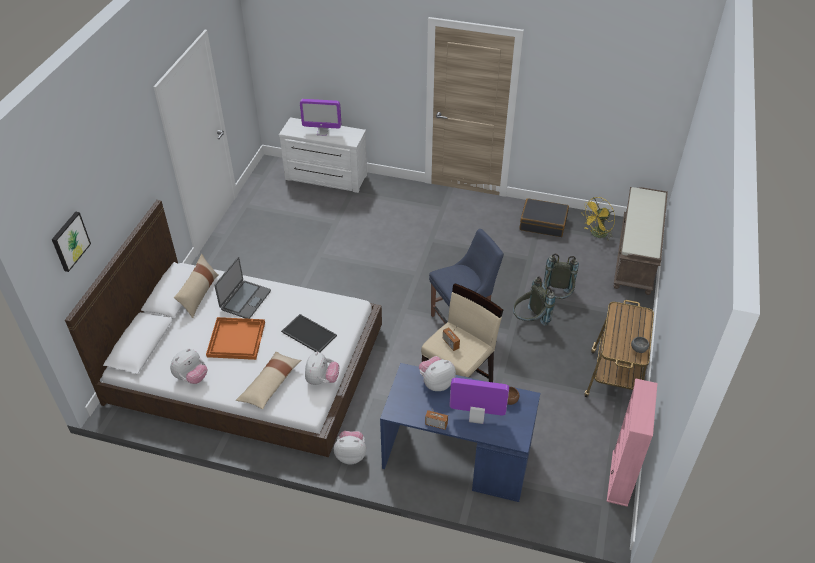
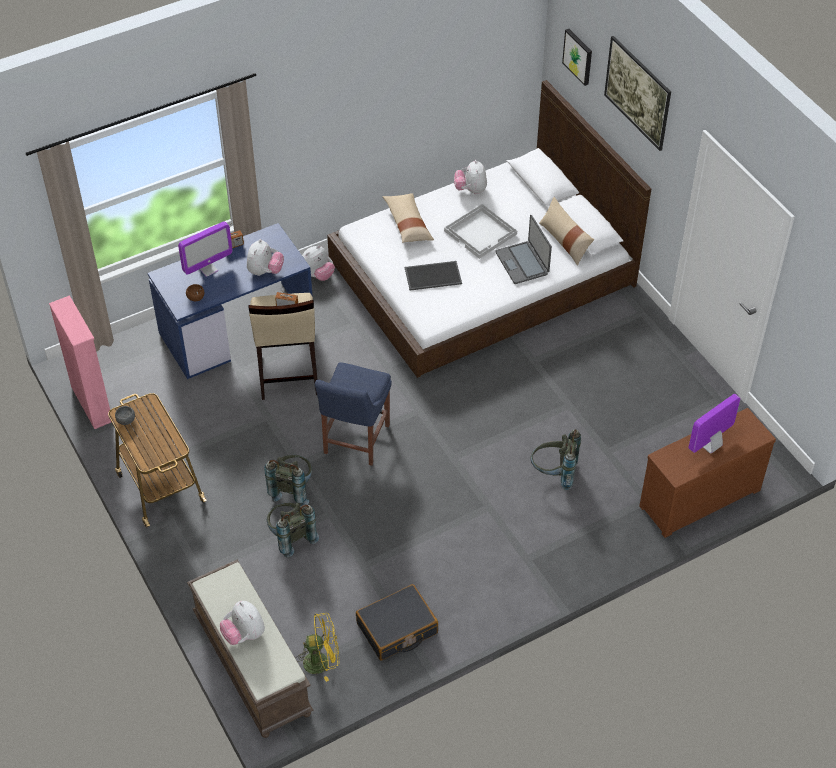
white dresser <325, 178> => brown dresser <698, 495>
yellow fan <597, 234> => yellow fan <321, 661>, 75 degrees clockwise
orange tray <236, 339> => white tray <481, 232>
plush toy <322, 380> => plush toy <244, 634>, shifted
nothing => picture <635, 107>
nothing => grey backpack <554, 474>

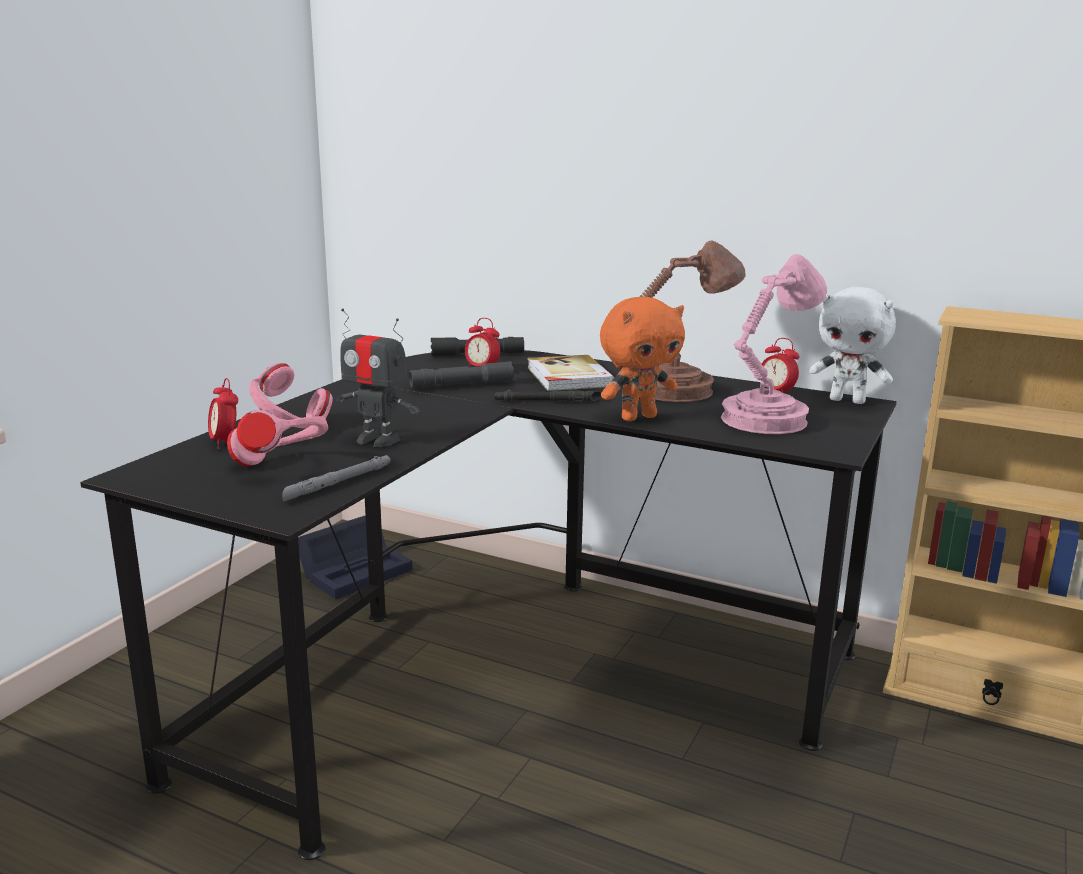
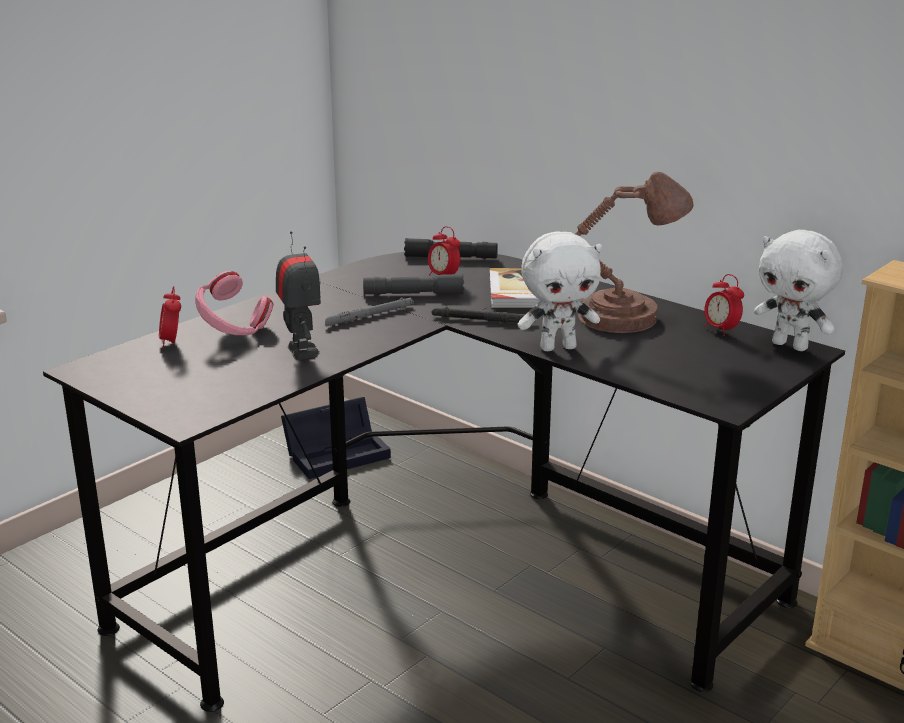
pink table lamp <767, 418> => nothing
orange plush toy <638, 417> => white plush toy <558, 347>
toy robot <377, 440> => toy robot <301, 351>, 150 degrees counterclockwise
pink headphones <282, 466> => nothing
grey flashlight <338, 483> => grey flashlight <369, 316>, shifted

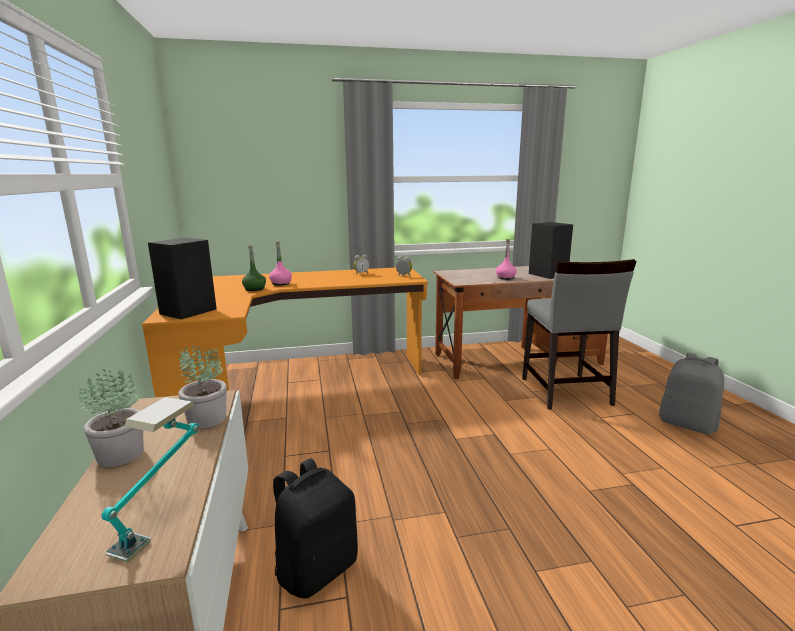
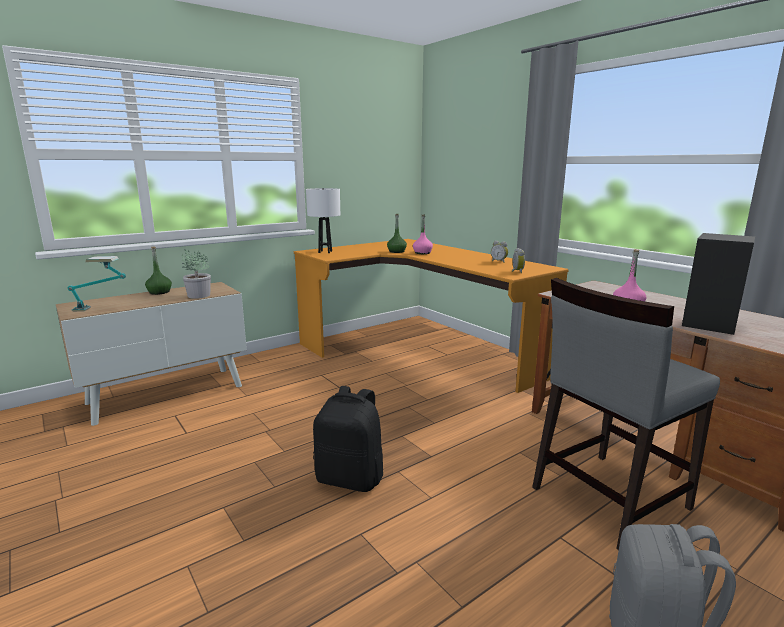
black speaker <189, 311> => white table lamp <325, 252>
potted plant <121, 454> => green bottle <159, 292>
black backpack <316, 568> => black backpack <351, 478>, shifted

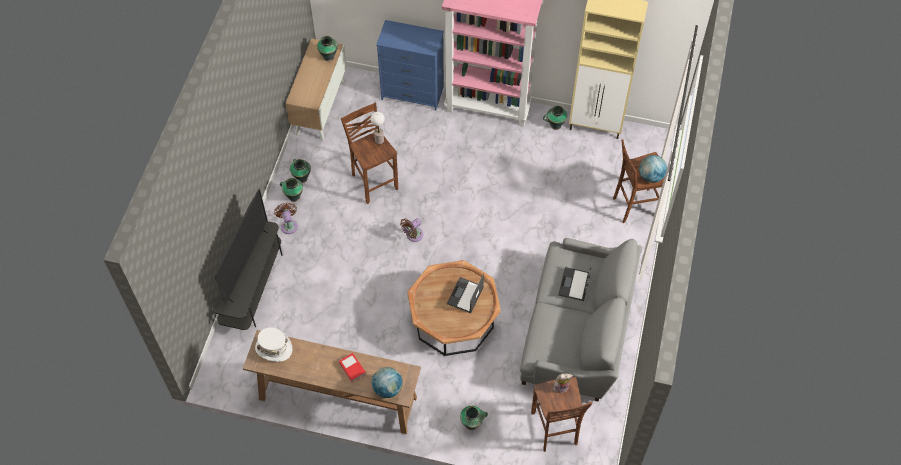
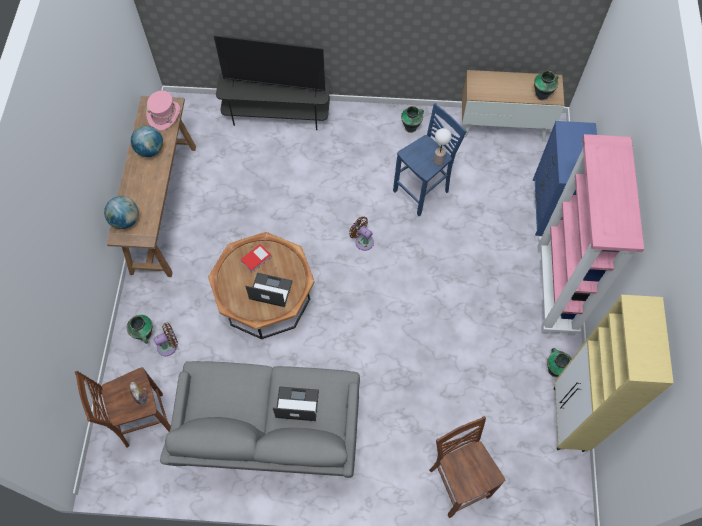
brown stool <373, 181> => blue stool <423, 192>
globe <651, 176> => globe <150, 150>, shifted
vase <293, 196> => nothing
brown fan <289, 225> => brown fan <169, 346>, shifted
white hat <274, 348> => pink hat <164, 115>
book <352, 368> => book <256, 259>, shifted

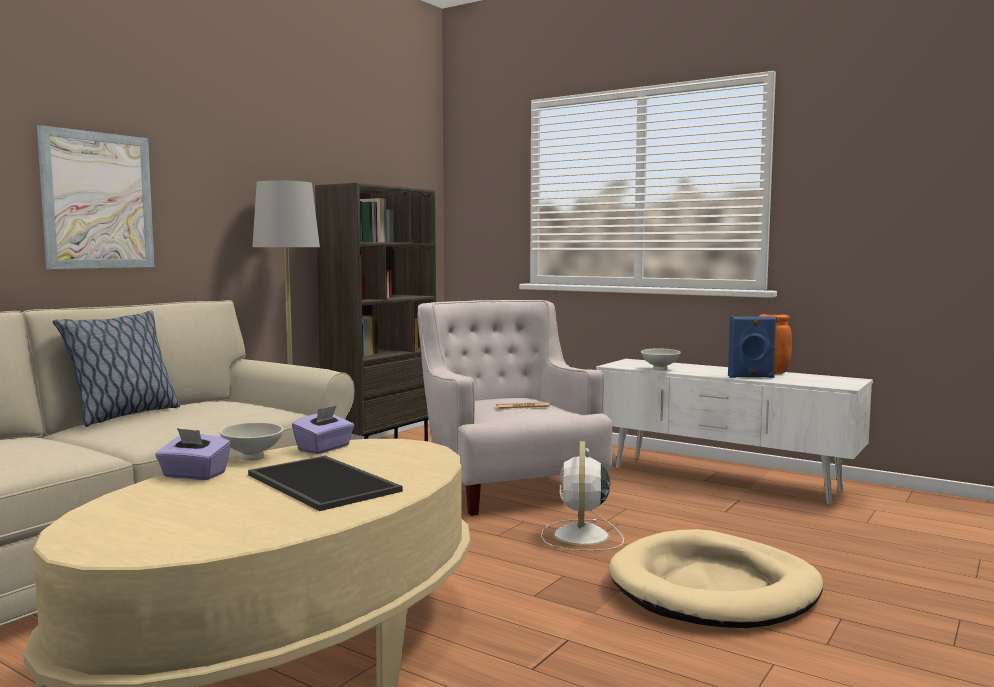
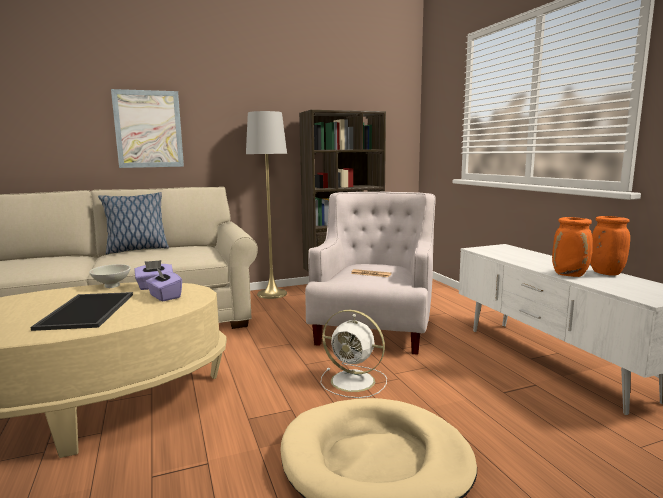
blue speaker <751, 377> => orange vase <570, 275>
white bowl <661, 369> => nothing
purple tissue box <194, 475> => purple tissue box <164, 296>, shifted
white fan <581, 536> => white fan <354, 381>, 105 degrees counterclockwise

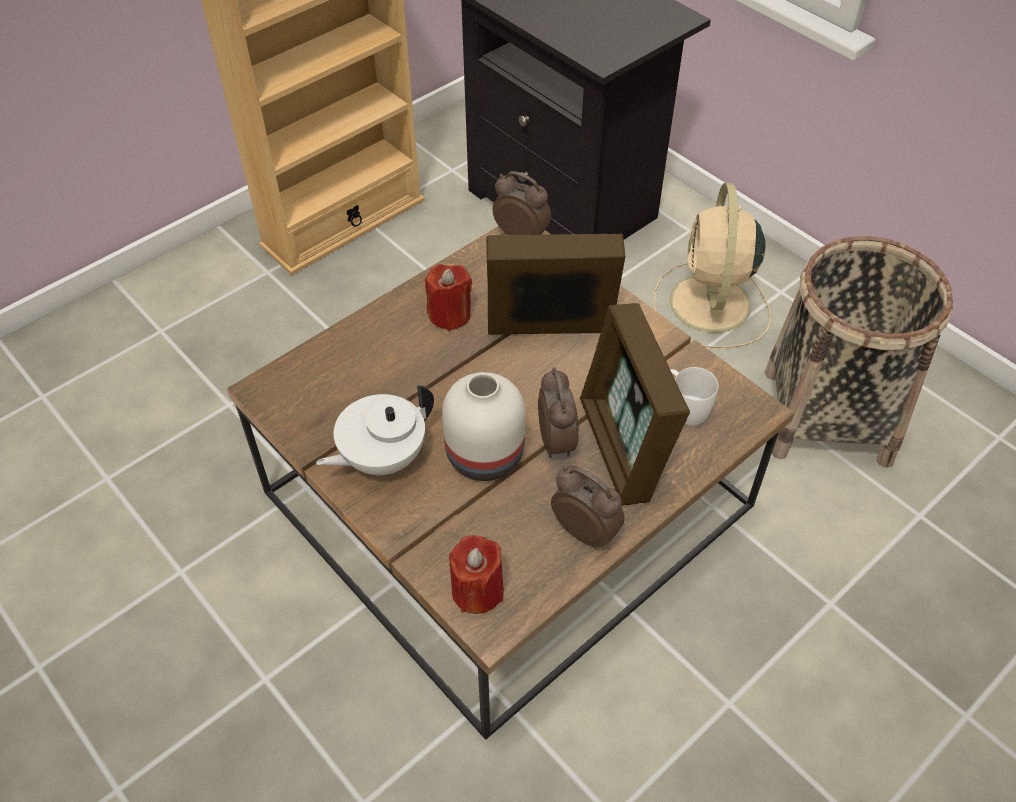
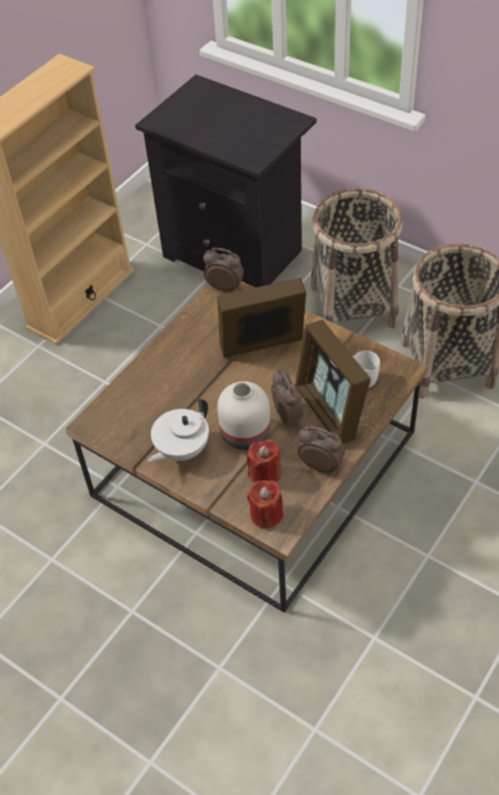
beige fan <710, 306> => basket <353, 306>
red candle <449, 314> => red candle <265, 474>, shifted

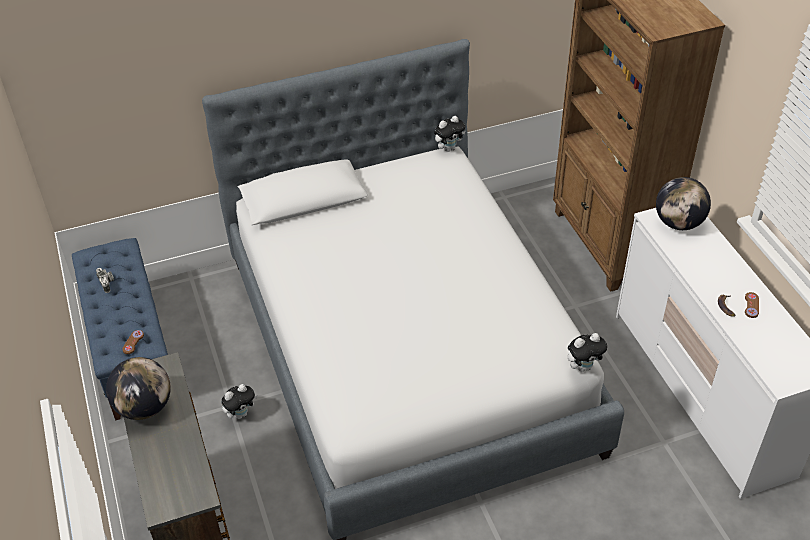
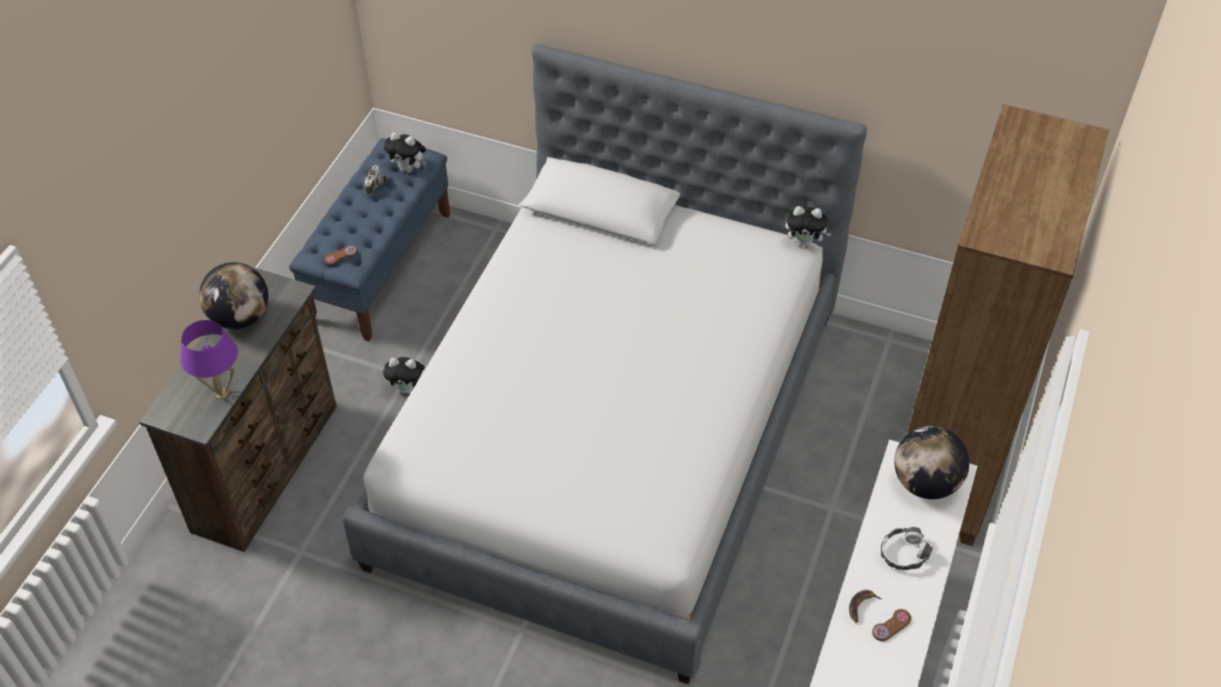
plush toy <583, 366> => plush toy <408, 169>, shifted
nothing => purple table lamp <222, 394>
nothing => headphones <903, 553>

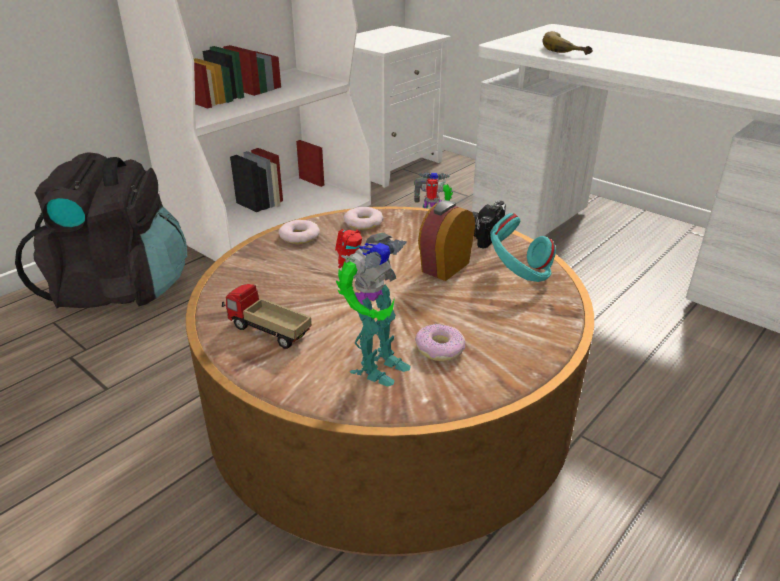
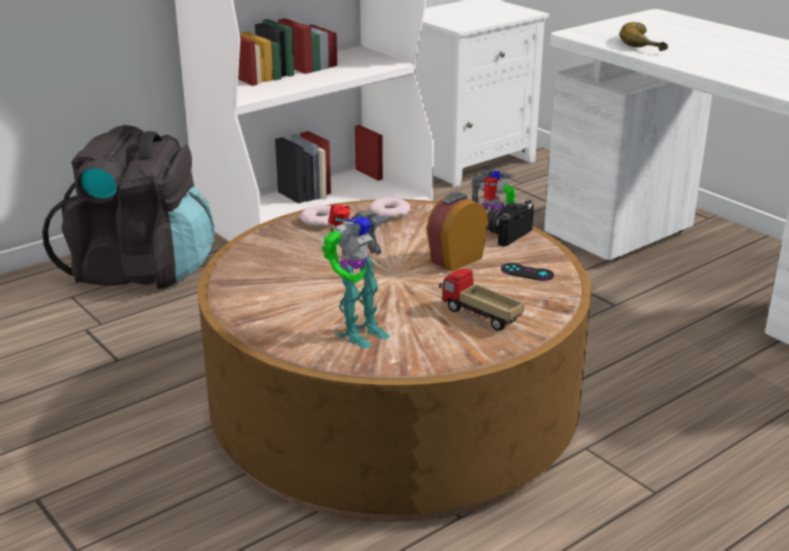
turquoise headphones <518, 275> => black game controller <527, 272>
toy truck <268, 332> => toy truck <479, 316>, shifted
donut <440, 349> => nothing

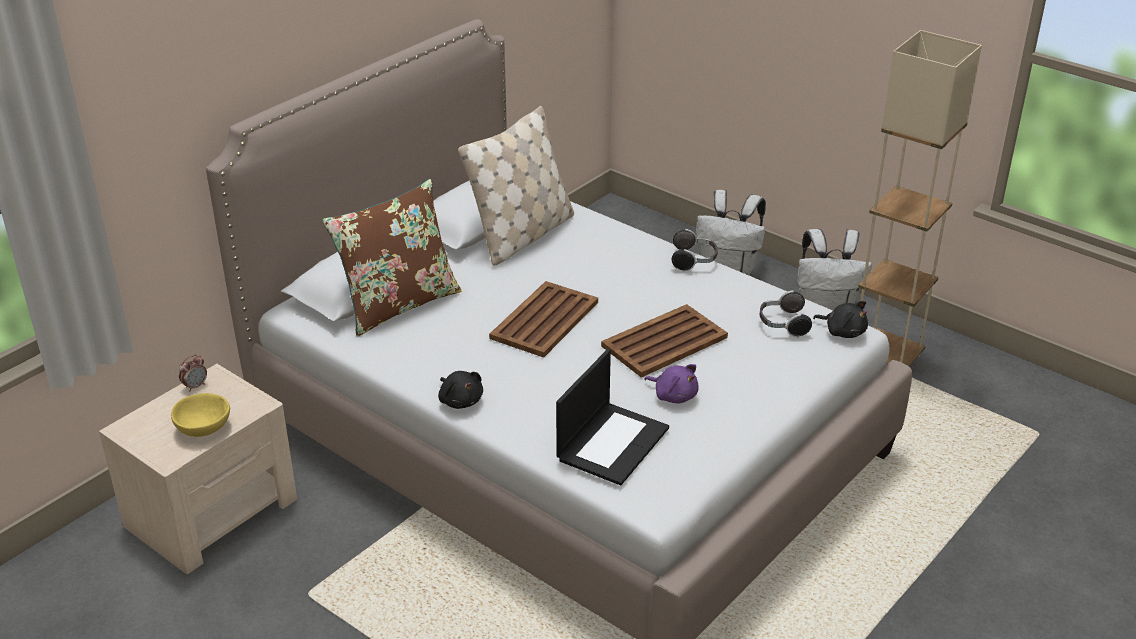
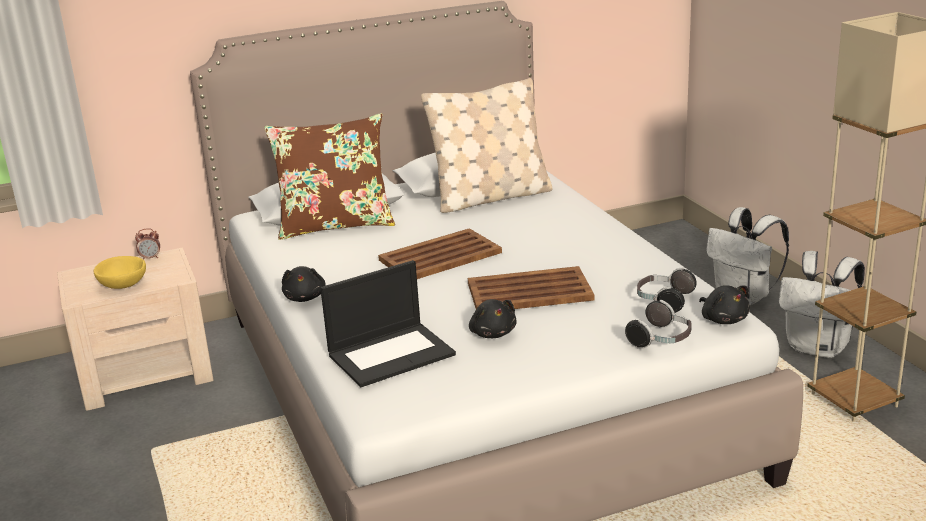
headphones <694, 260> => headphones <661, 340>, shifted
purple plush toy <674, 395> => black plush toy <492, 333>

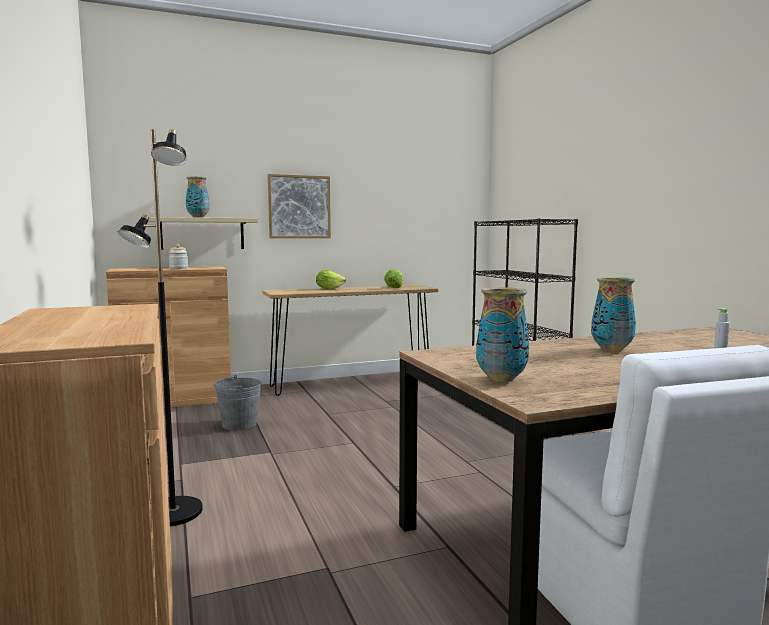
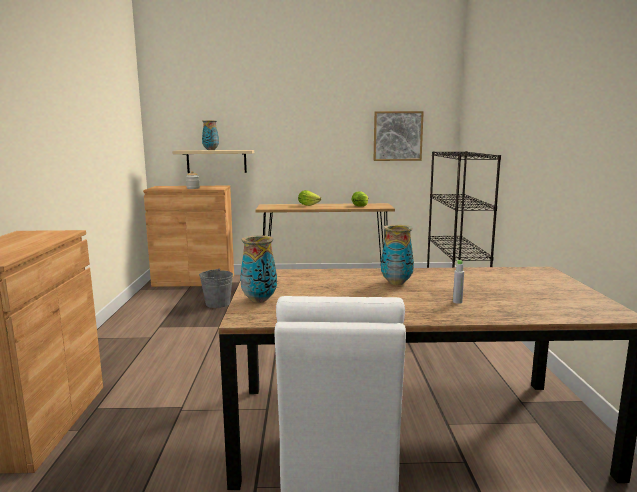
black floor lamp <172, 513> => nothing
picture <299, 207> => picture <397, 136>, shifted

